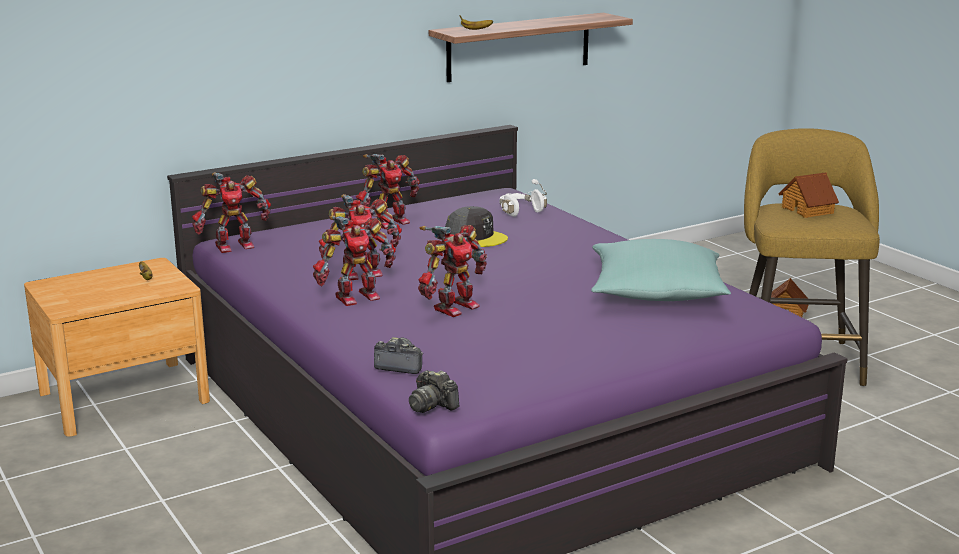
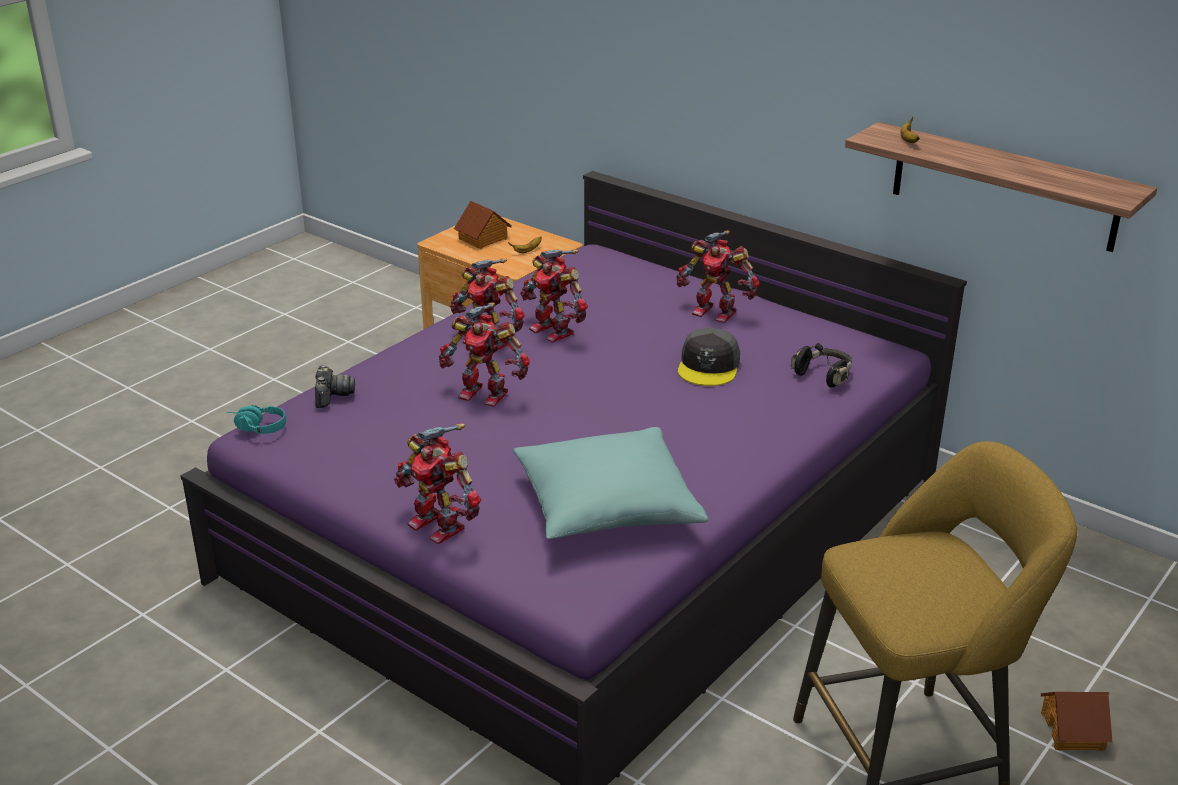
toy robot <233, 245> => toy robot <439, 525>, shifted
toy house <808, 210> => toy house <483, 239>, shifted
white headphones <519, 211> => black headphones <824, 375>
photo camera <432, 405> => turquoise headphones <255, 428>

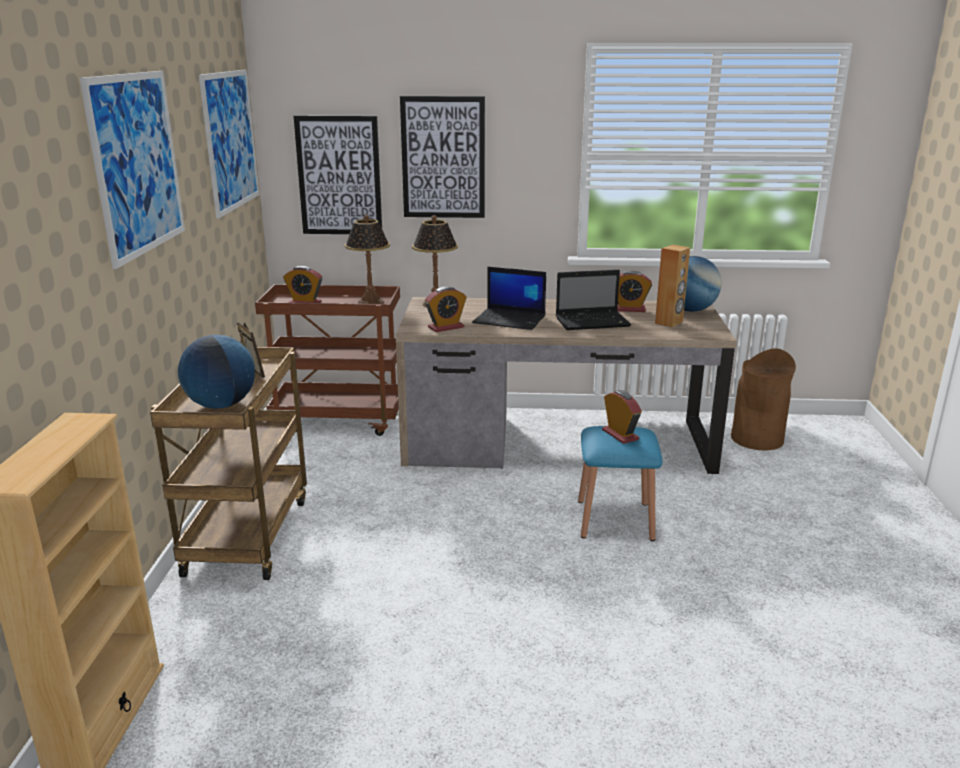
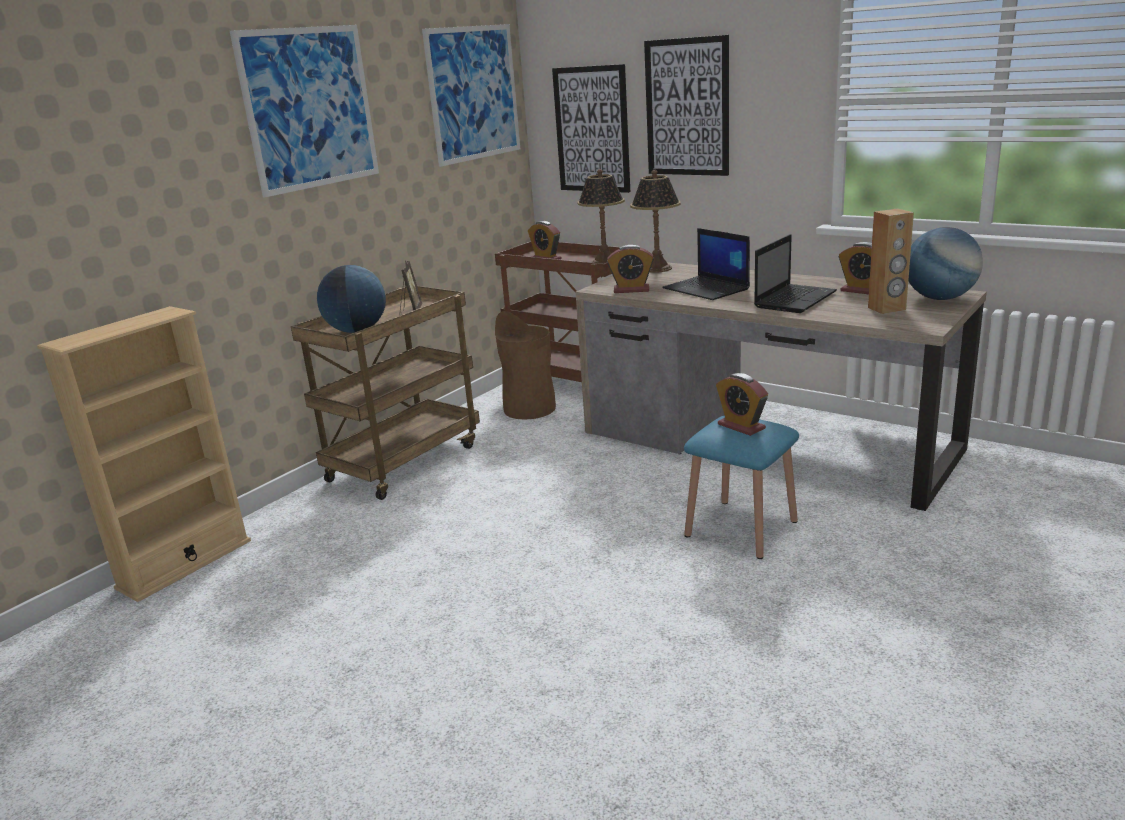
laptop <593, 322> => laptop <795, 299>, 75 degrees counterclockwise
brown trash can <756, 439> => brown trash can <529, 409>, shifted
alarm clock <620, 435> => alarm clock <741, 426>, 135 degrees clockwise

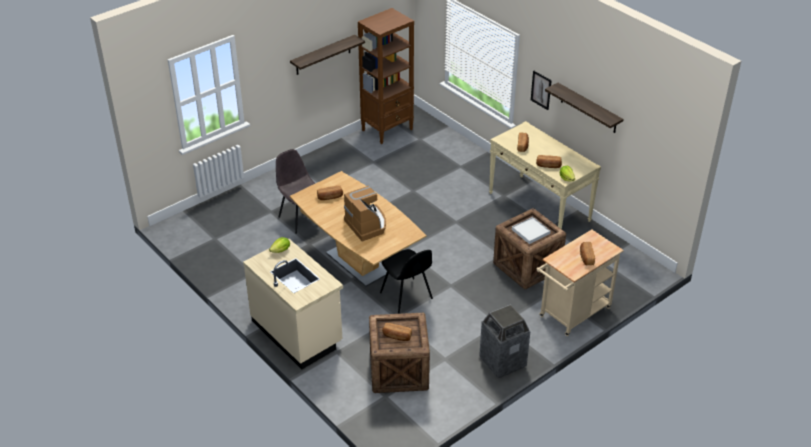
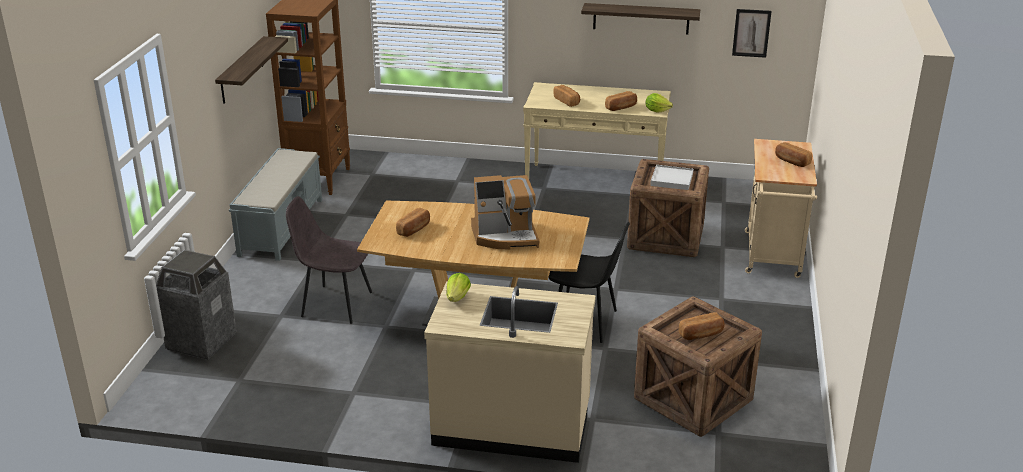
picture <541, 90> => picture <751, 33>, shifted
coffee machine <367, 225> => coffee machine <505, 236>, 150 degrees clockwise
trash can <502, 362> => trash can <201, 342>, shifted
nothing => grey bench <281, 226>

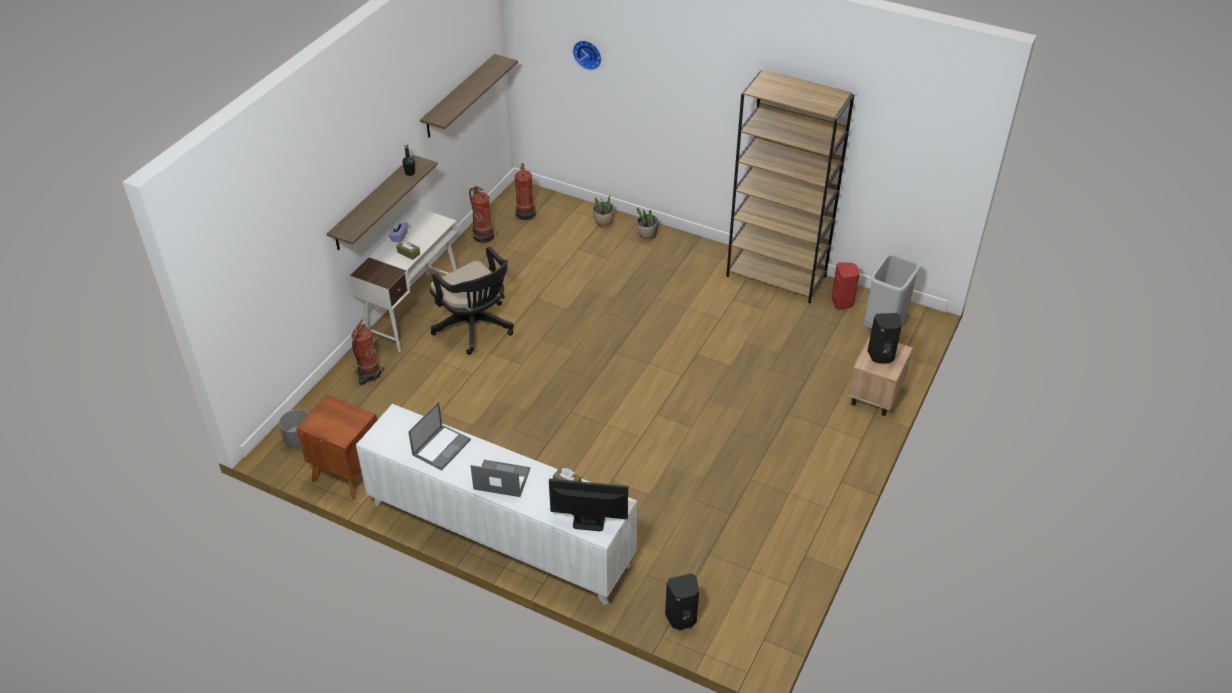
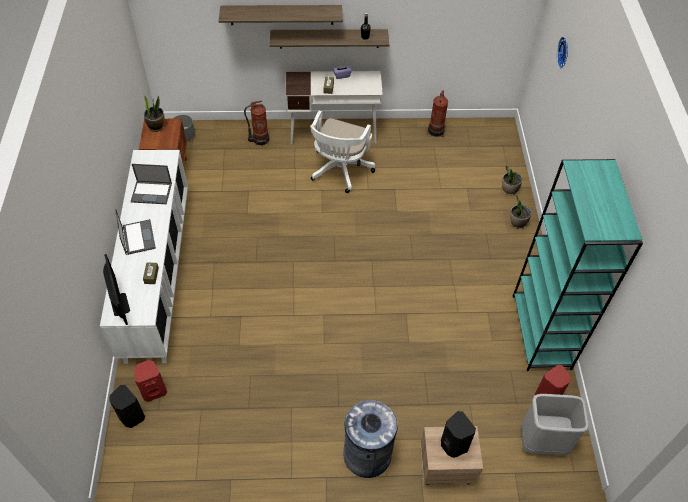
shelf <459, 96> => shelf <281, 14>, shifted
brown bookcase <777, 276> => turquoise bookcase <541, 332>
fire extinguisher <526, 214> => nothing
black office chair <476, 328> => white office chair <339, 171>
nothing => potted plant <156, 126>
nothing => red speaker <154, 390>
nothing => grey trash can <367, 455>

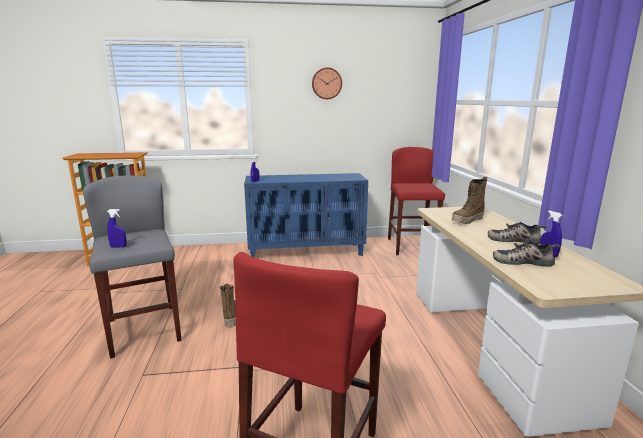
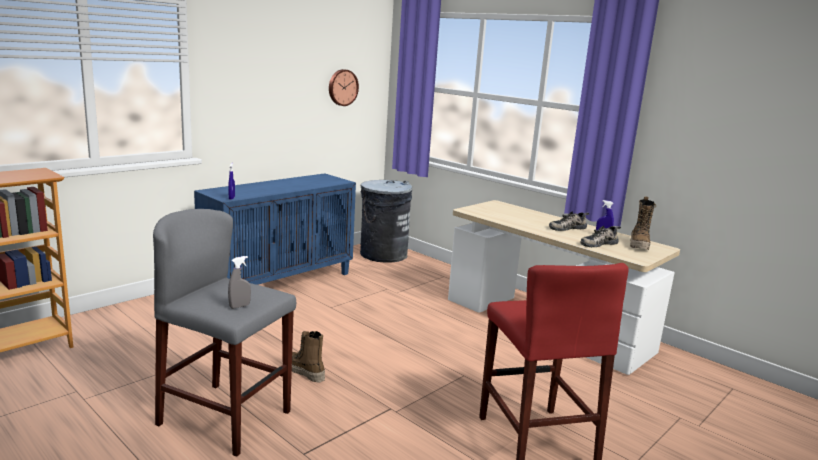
wall clock <326, 83> => wall clock <342, 87>, shifted
red stool <411, 246> => grey trash can <383, 254>
boot <467, 221> => boot <639, 245>, shifted
blue spray bottle <118, 247> => grey spray bottle <239, 306>

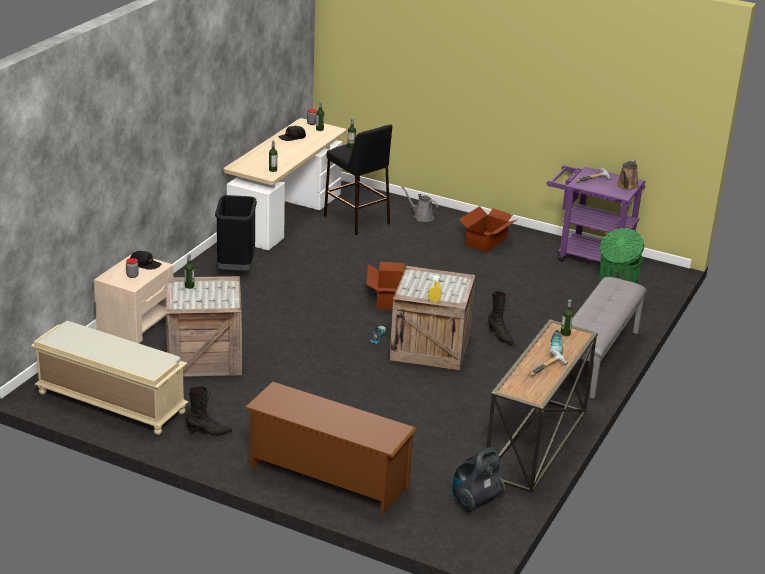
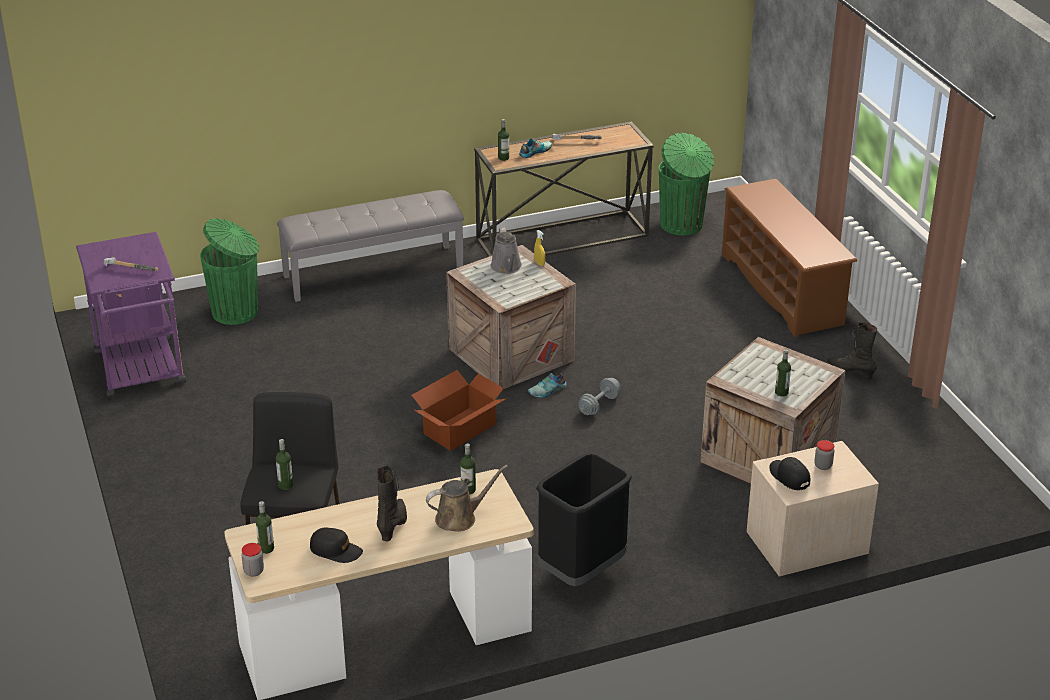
brown watering can <627, 186> => brown watering can <460, 518>, shifted
grey watering can <421, 217> => grey watering can <507, 267>, shifted
cardboard box <486, 241> => nothing
black boot <500, 336> => black boot <393, 525>, shifted
beige bench <110, 402> => nothing
vacuum cleaner <475, 501> => green trash can <682, 225>
nothing => grey dumbbell <599, 405>

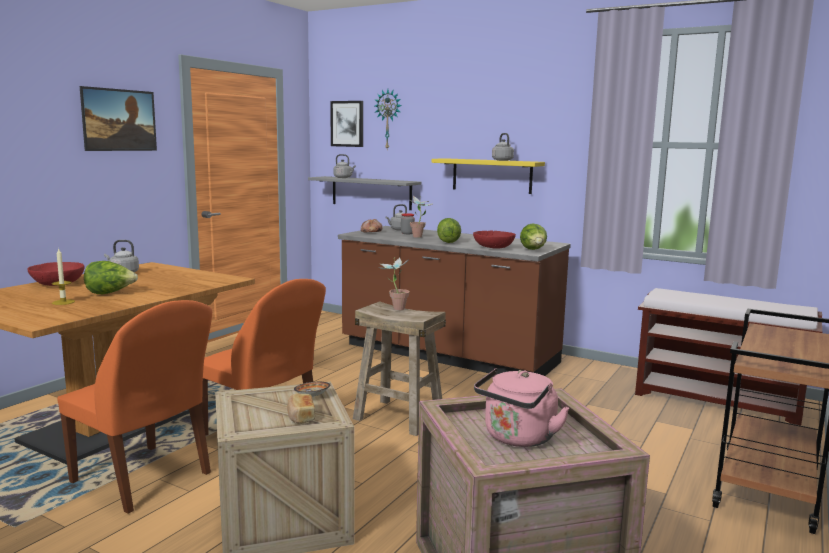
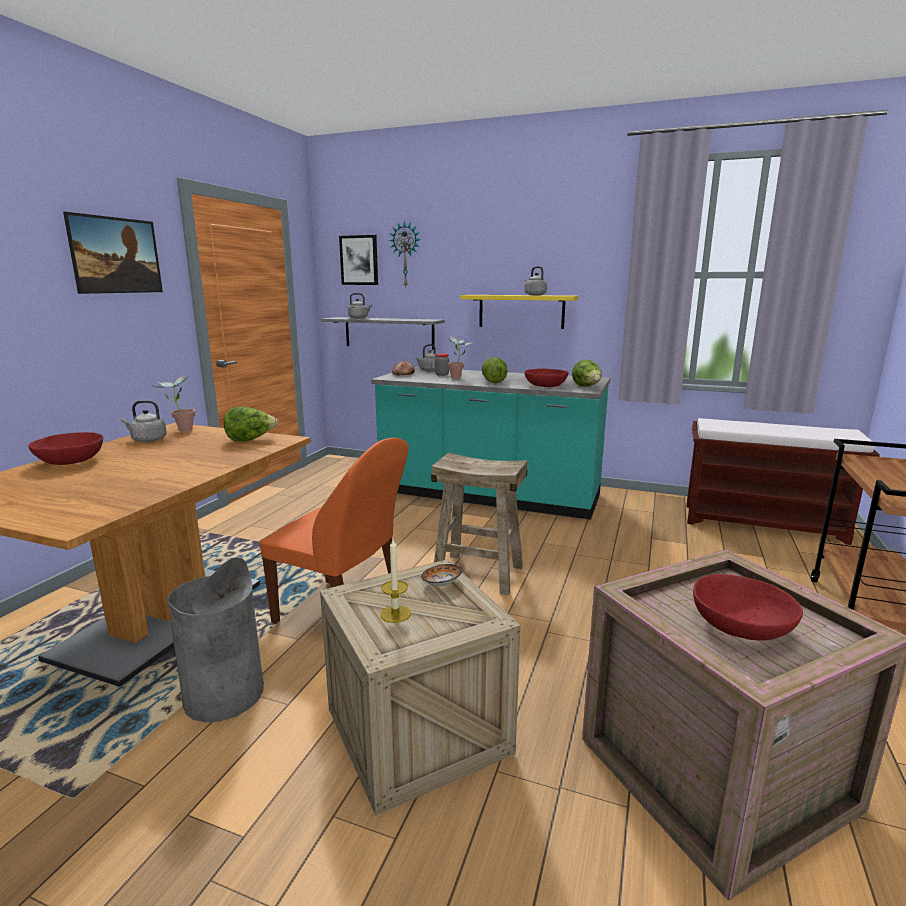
brown counter <448, 355> => turquoise counter <489, 495>
candle <63, 302> => candle <395, 614>, shifted
potted plant <394, 308> => potted plant <180, 430>, shifted
lettuce <110, 293> => lettuce <250, 440>, shifted
orange chair <143, 479> => grey trash can <224, 694>
pink kettle <517, 438> => red bowl <741, 628>
bread <300, 416> => nothing

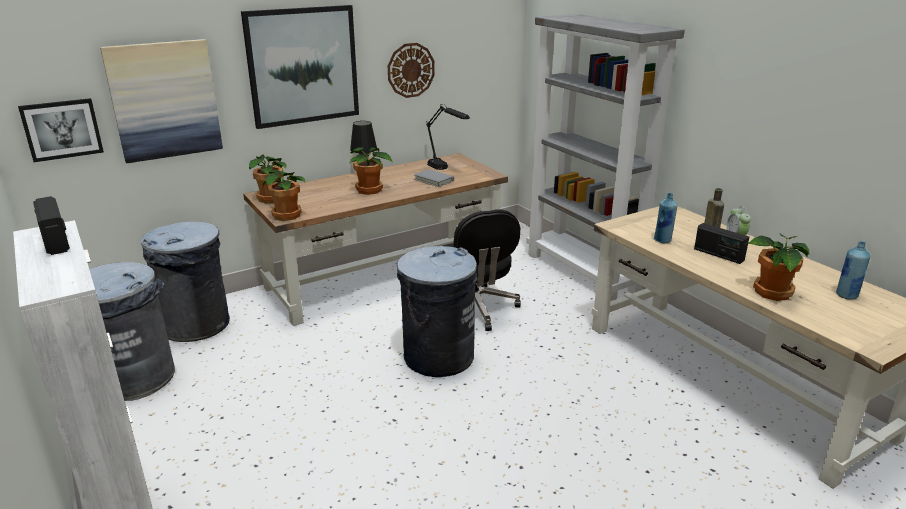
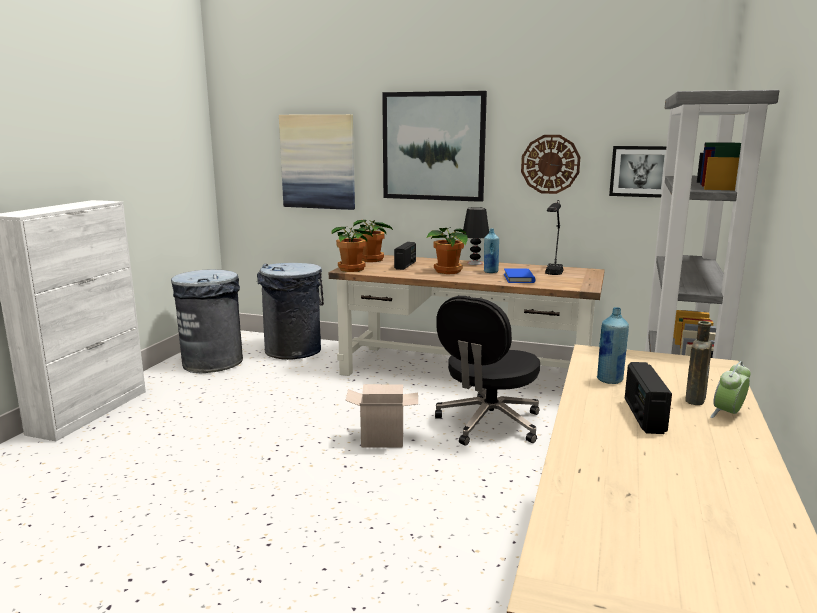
picture <62, 129> => picture <641, 171>, shifted
grey book <434, 180> => blue book <519, 278>
radio <56, 241> => radio <405, 265>, shifted
potted plant <772, 293> => nothing
blue bottle <846, 295> => blue bottle <490, 272>, shifted
grey trash can <438, 356> => cardboard box <384, 439>

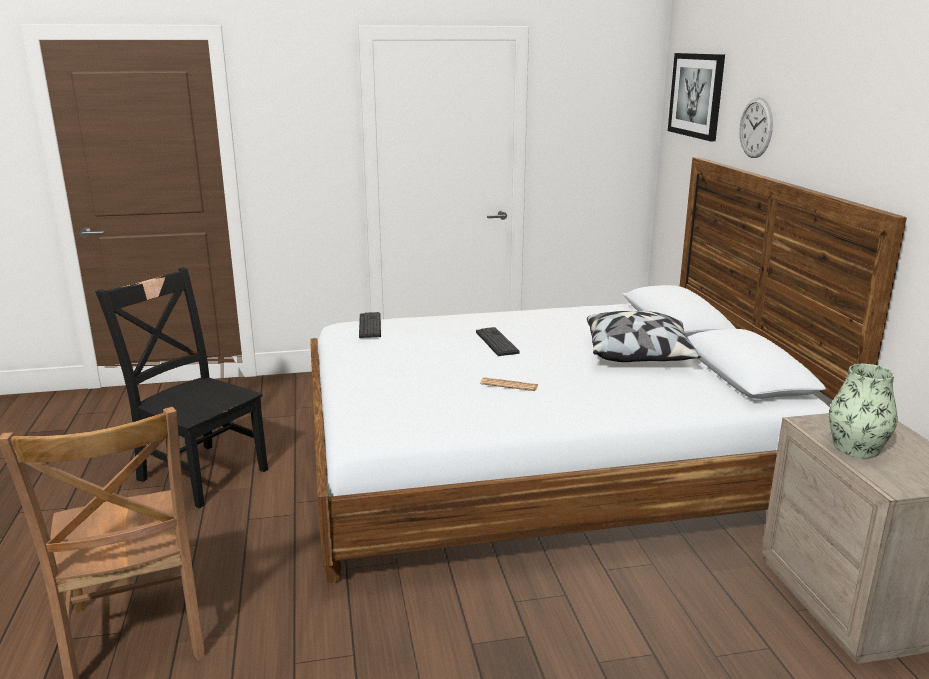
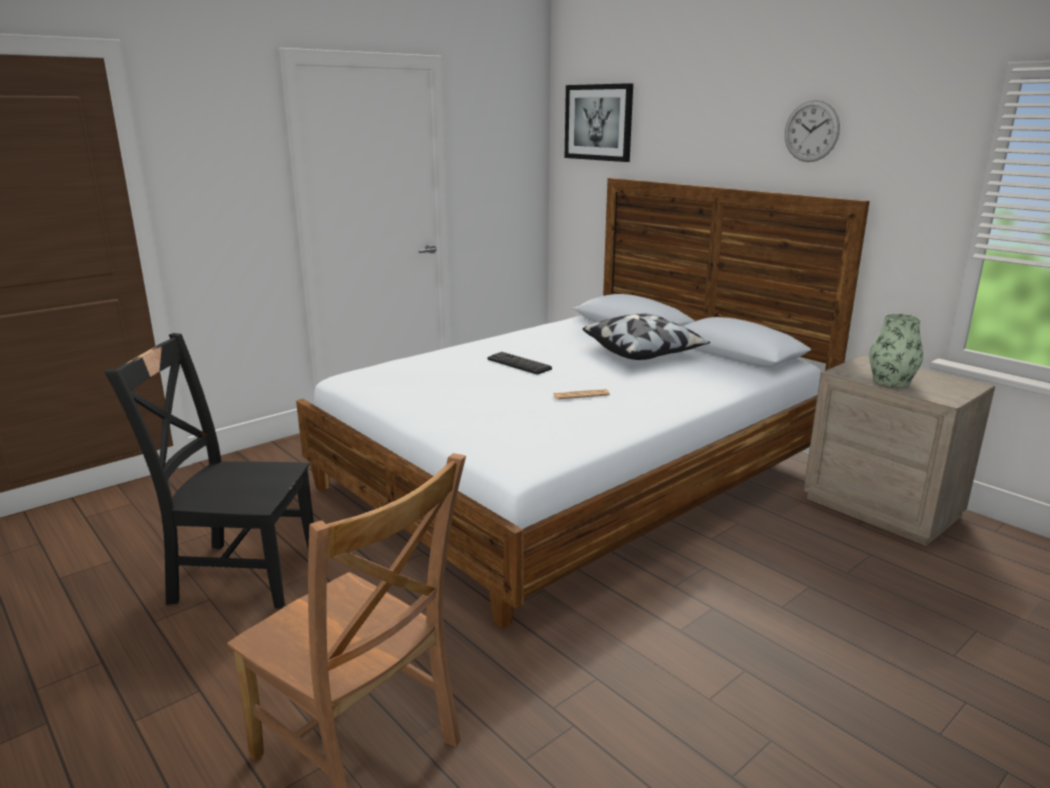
wall clock <756, 128> => wall clock <811, 131>, shifted
keyboard <370, 326> => nothing

